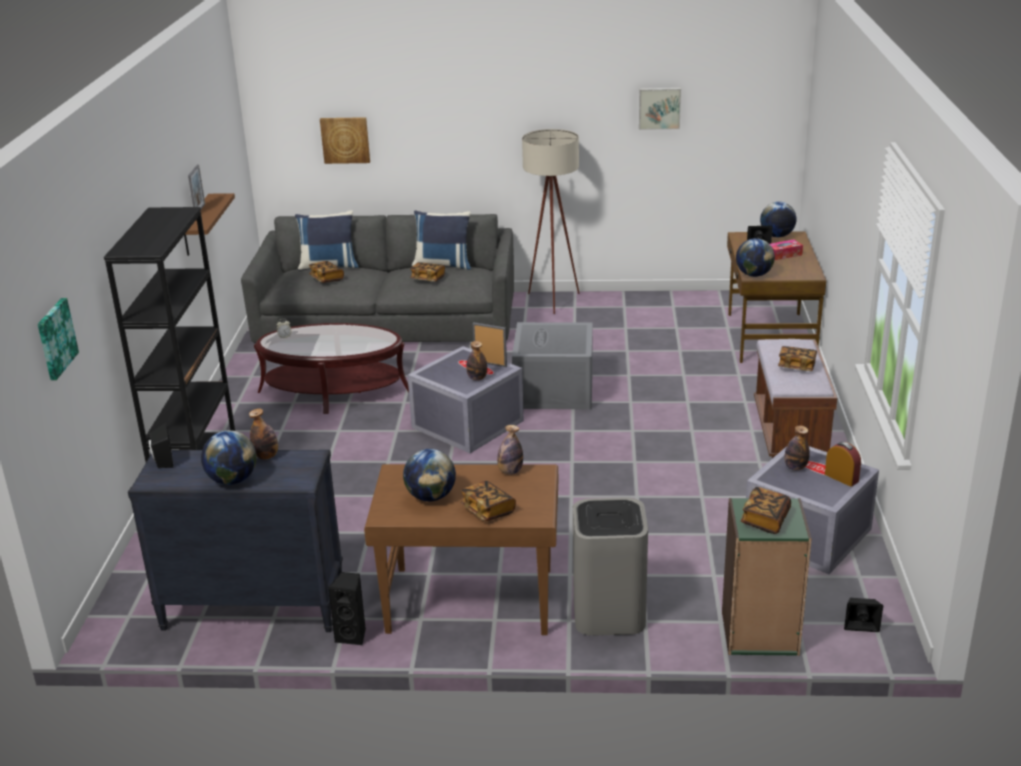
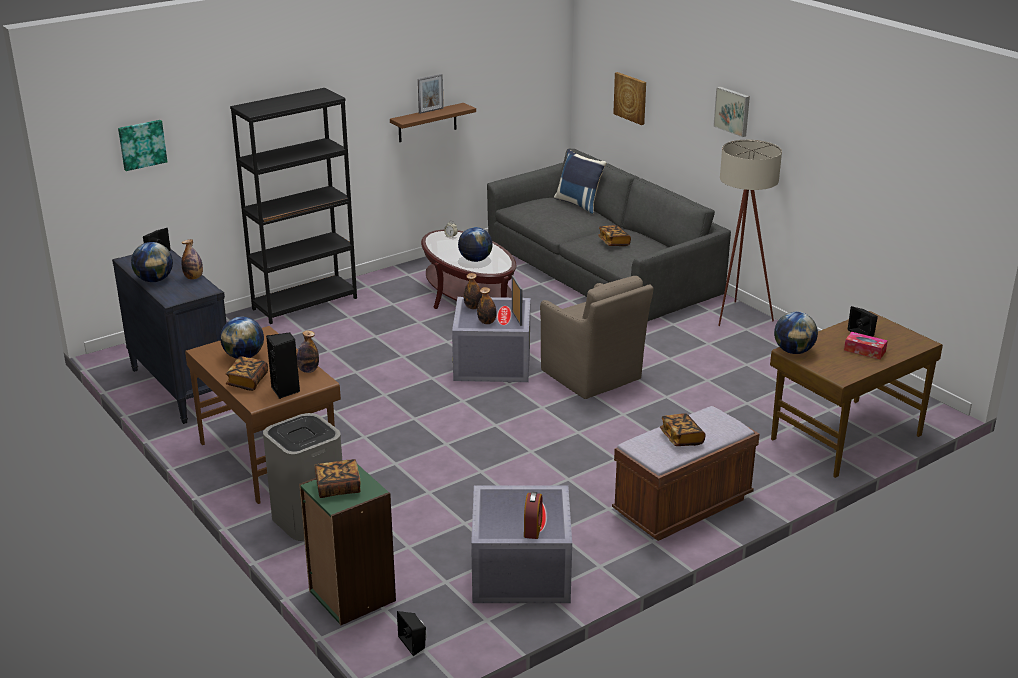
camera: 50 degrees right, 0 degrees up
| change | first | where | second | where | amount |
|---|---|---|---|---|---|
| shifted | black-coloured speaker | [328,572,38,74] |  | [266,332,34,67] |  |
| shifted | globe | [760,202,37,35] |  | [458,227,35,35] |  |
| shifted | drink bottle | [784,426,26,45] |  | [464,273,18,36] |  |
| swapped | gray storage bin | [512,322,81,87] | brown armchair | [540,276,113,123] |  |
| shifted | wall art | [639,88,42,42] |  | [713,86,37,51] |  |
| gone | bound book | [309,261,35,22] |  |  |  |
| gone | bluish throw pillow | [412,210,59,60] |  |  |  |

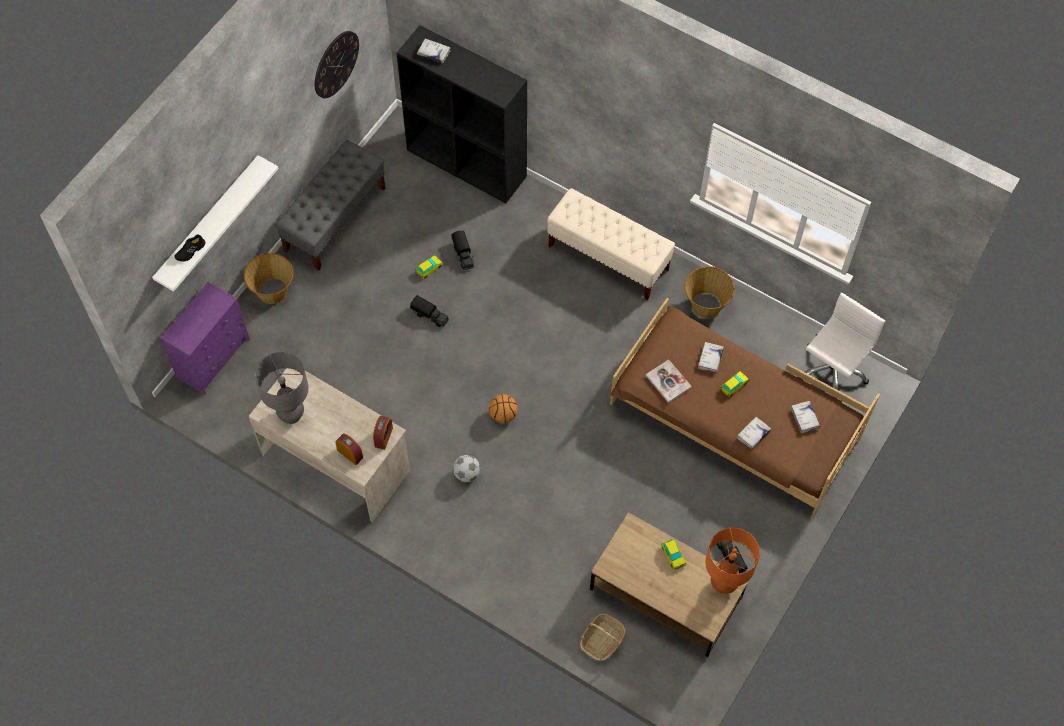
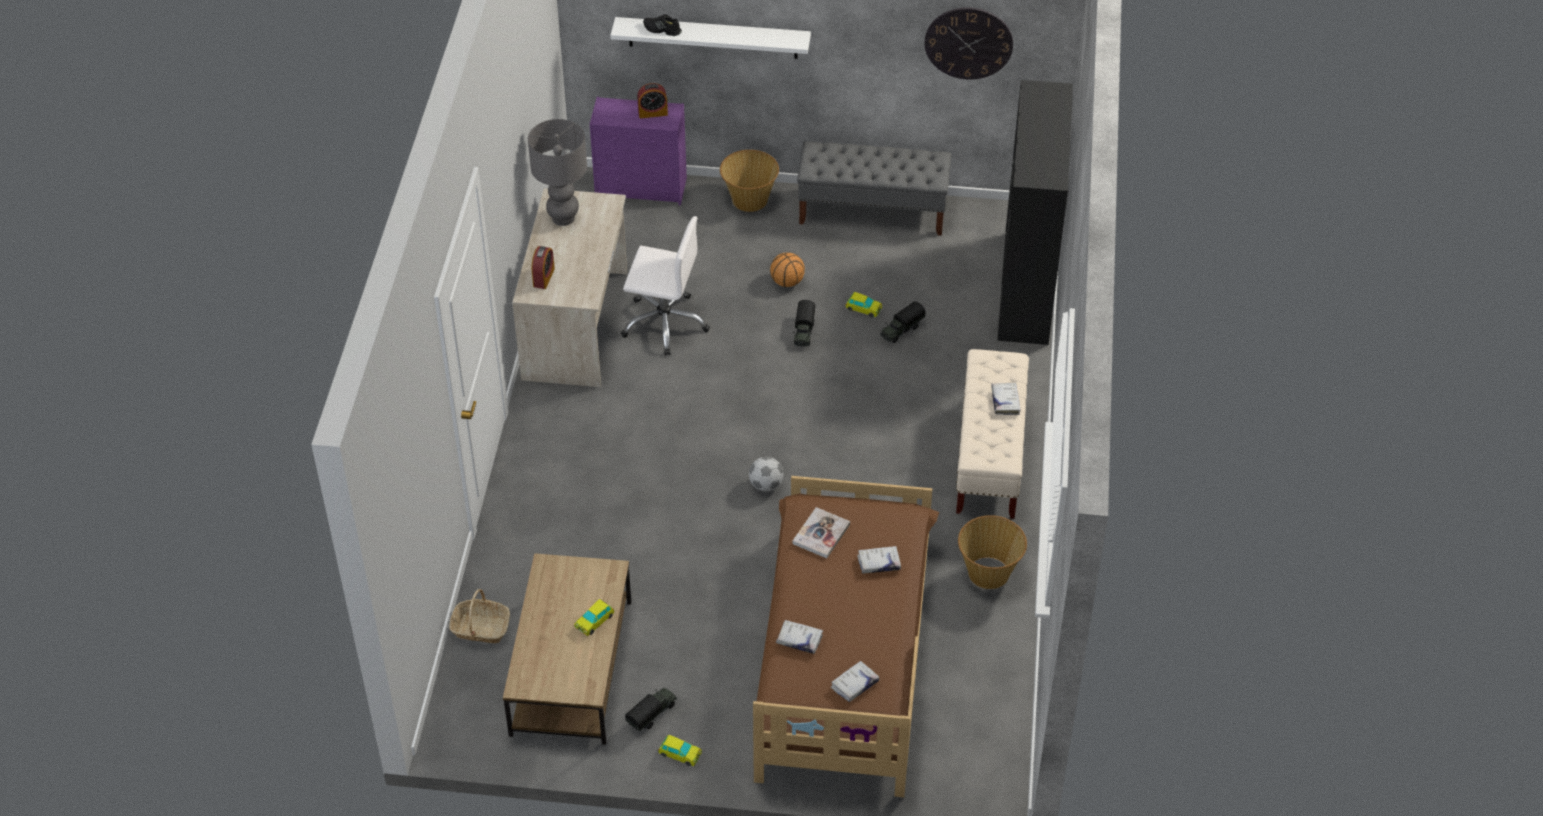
camera: 65 degrees right, 15 degrees down
| change | first | where | second | where | amount |
|---|---|---|---|---|---|
| shifted | white-coloured desk chair | [798,293,87,105] |  | [621,216,89,139] |  |
| shifted | table clock | [373,416,20,34] |  | [637,83,31,36] |  |
| shifted | toy car | [720,371,29,26] |  | [658,735,44,31] |  |
| shifted | football | [453,455,27,27] |  | [749,457,35,34] |  |
| shifted | ball for basketball | [489,394,29,29] |  | [770,252,35,35] |  |
| shifted | white-coloured bound book | [417,38,34,25] |  | [991,383,30,32] |  |
| gone | orange-coloured lamp for a table | [706,527,54,67] |  |  |  |

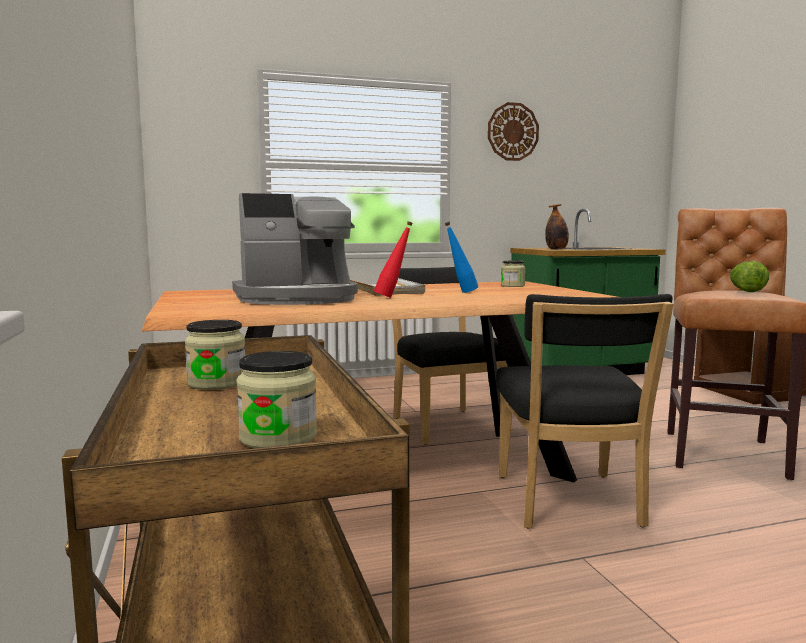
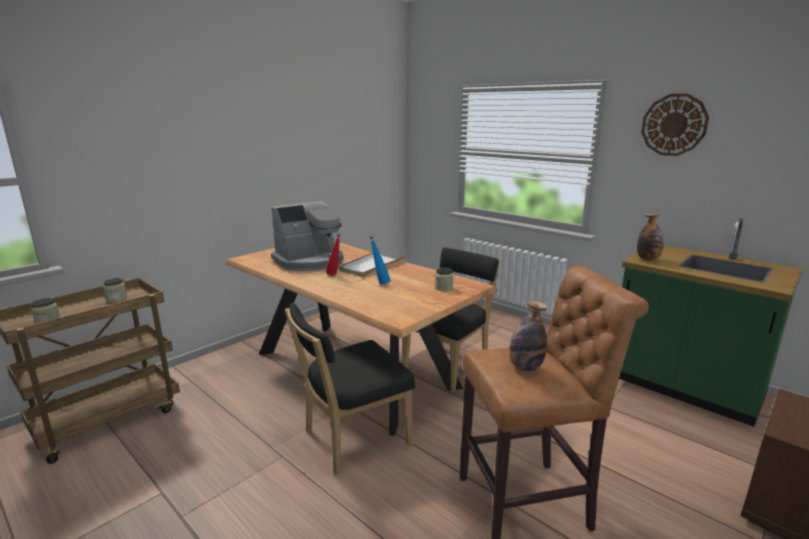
camera: 60 degrees right, 10 degrees up
| change | first | where | second | where | amount |
|---|---|---|---|---|---|
| rotated | coffee maker | [232,193,126,112] |  | [271,201,73,70] | 75 degrees counterclockwise |
| swapped | lettuce head | [730,261,39,31] | drink bottle | [509,301,38,70] |  |

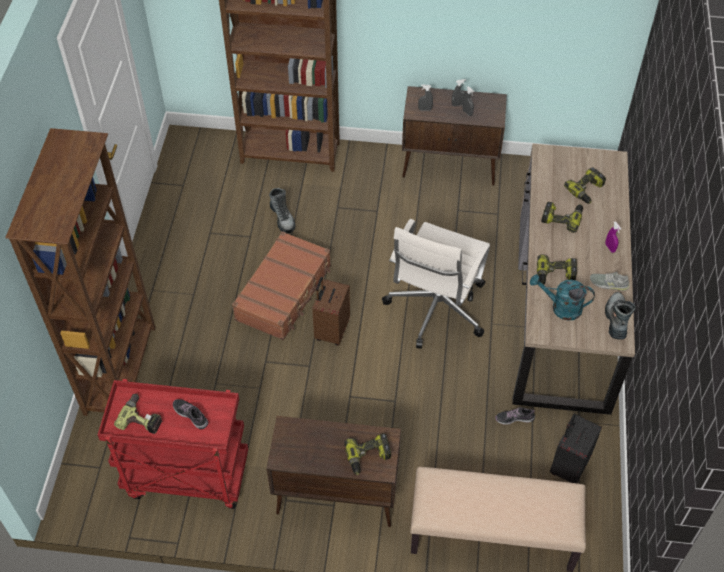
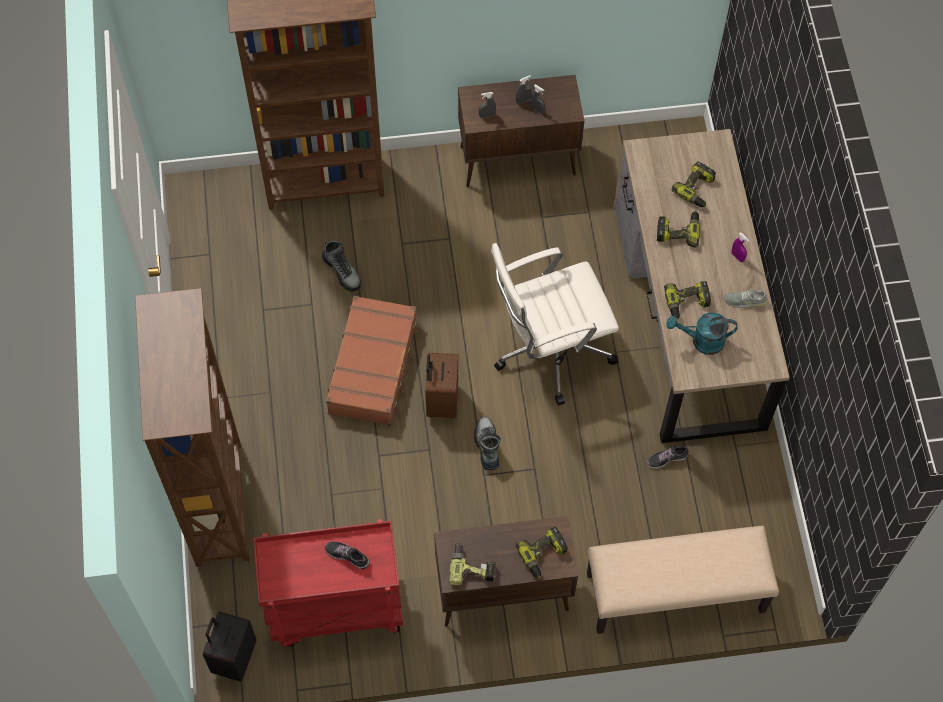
camera: 15 degrees left, 10 degrees up
| change | first | where | second | where | amount |
|---|---|---|---|---|---|
| shifted | black-coloured piece of luggage | [550,414,52,69] |  | [203,612,53,70] |  |
| shifted | drill | [114,394,48,40] |  | [449,543,48,42] |  |
| shifted | boot | [605,292,31,48] |  | [474,416,27,54] |  |
| rotated | white-coloured desk chair | [382,219,108,130] |  | [491,243,128,163] | 60 degrees clockwise |

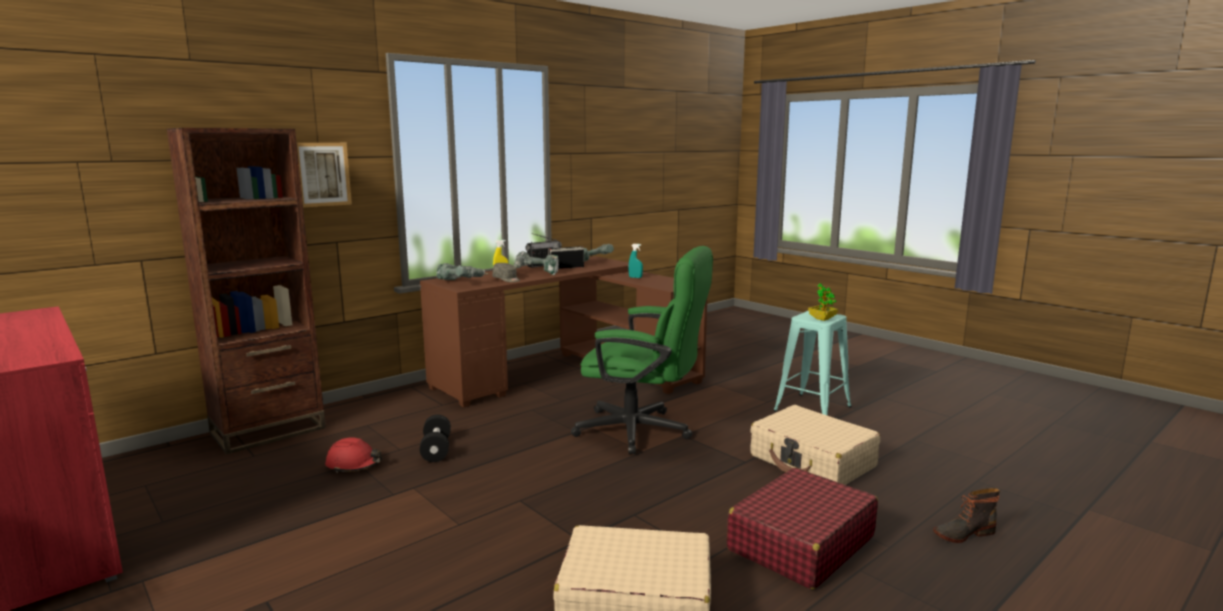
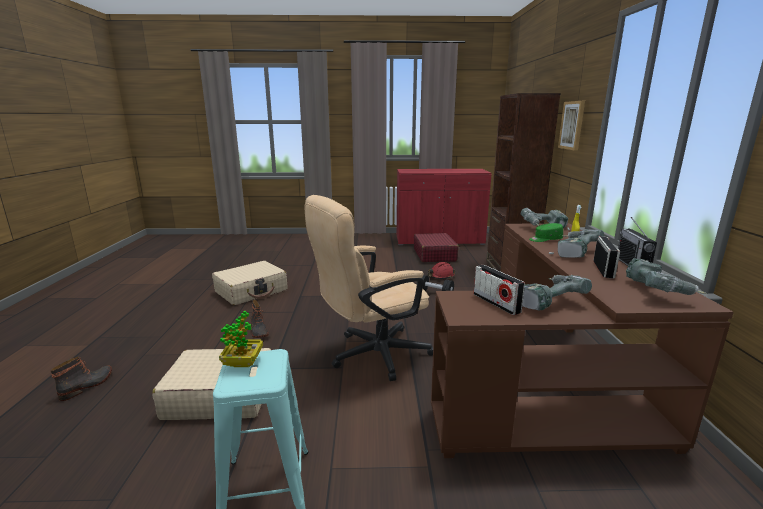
camera: 130 degrees right, 5 degrees up
| change | first | where | second | where | amount |
|---|---|---|---|---|---|
| new |  |  | boot | [250,300,19,38] |  |
| repainted | greenish desk chair | [571,246,142,208] | sand-coloured desk chair | [304,195,129,186] |  |
| shifted | red-coloured piece of luggage | [727,468,151,121] |  | [414,233,45,29] |  |
| new |  |  | radio | [474,265,51,50] |  |
| swapped | turquoise spray bottle | [628,244,15,34] | drill | [522,275,70,35] |  |
| repainted | gray peaked cap | [493,263,27,19] | greenish peaked cap | [529,223,34,19] |  |

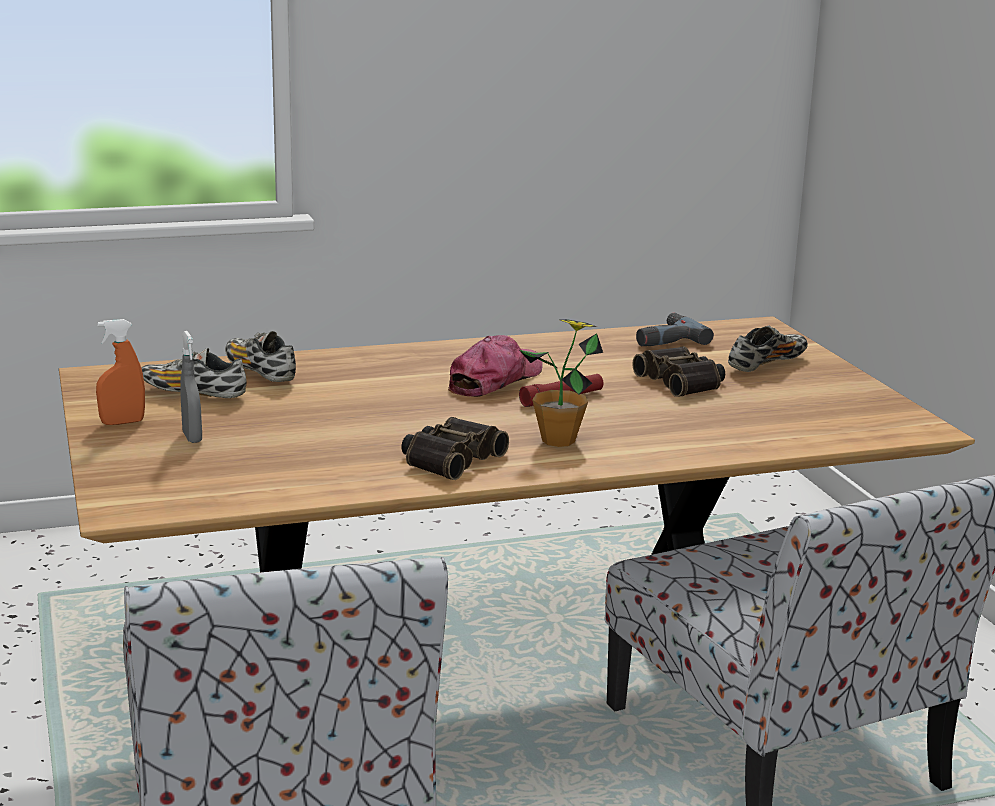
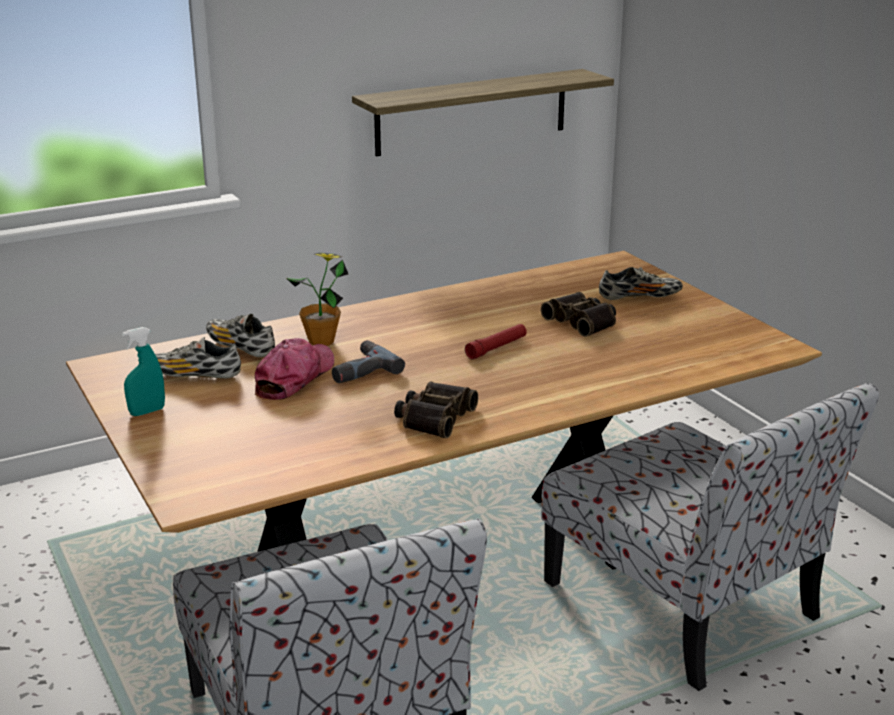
camera: 10 degrees left, 5 degrees up
| change | first | where | second | where | amount |
|---|---|---|---|---|---|
| repainted | orange-coloured spray bottle | [96,319,49,106] | turquoise spray bottle | [122,327,43,89] |  |
| shifted | peaked cap | [448,335,95,62] |  | [255,338,79,62] |  |
| shifted | plant in a pot | [519,319,84,128] |  | [286,253,62,93] |  |
| shifted | drill | [636,313,78,33] |  | [332,340,73,43] |  |
| new |  |  | wall shelf | [352,69,262,88] |  |
| rotated | shoe | [728,325,80,47] |  | [599,267,84,33] | 45 degrees clockwise |
| gone | gray spray bottle | [180,331,22,112] |  |  |  |

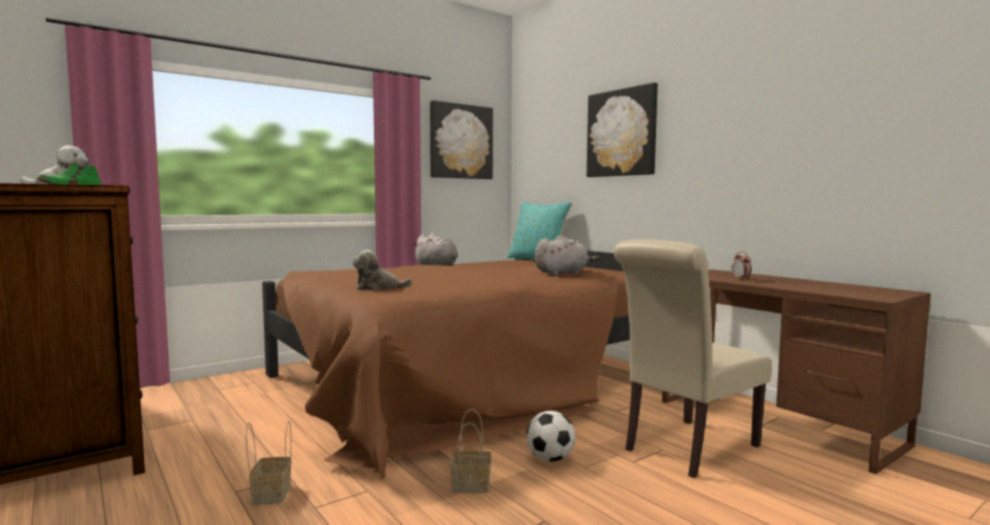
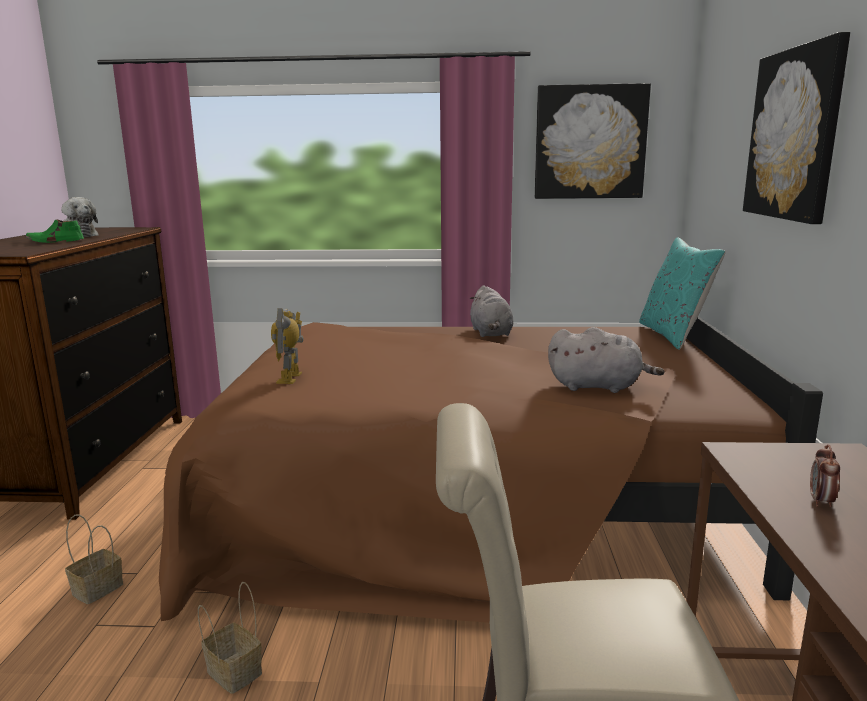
camera: 40 degrees right, 10 degrees up
| change | first | where | second | where | amount |
|---|---|---|---|---|---|
| swapped | soft toy | [353,250,59,40] | robot figure | [271,308,33,76] |  |
| gone | football | [526,411,49,51] |  |  |  |

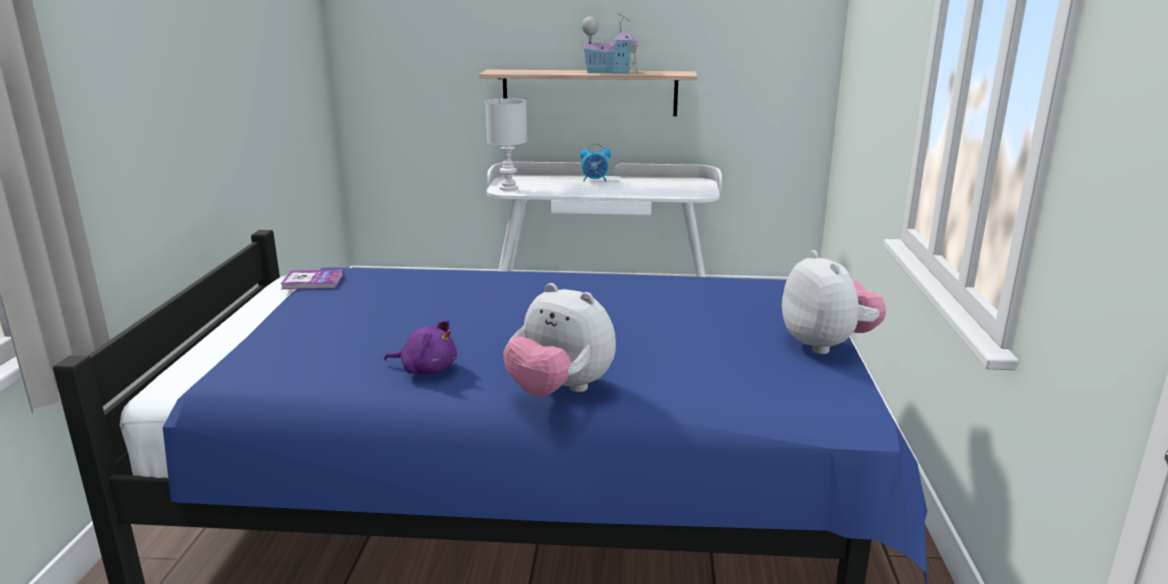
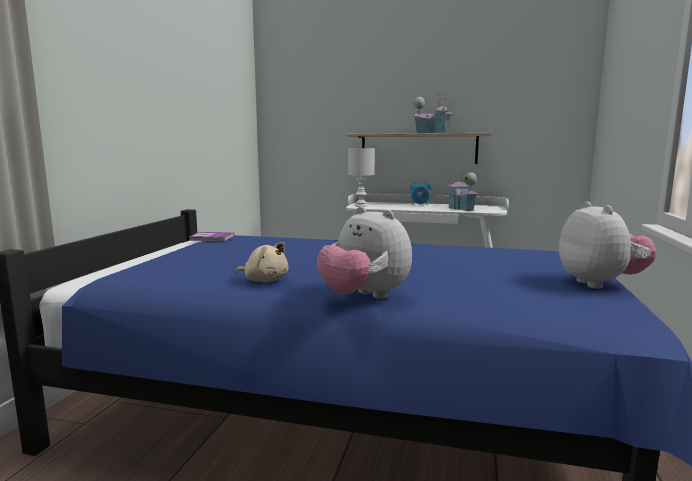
camera: 10 degrees right, 10 degrees down
| change | first | where | second | where | amount |
|---|---|---|---|---|---|
| repainted | purplish soft toy | [384,320,73,54] | sand-coloured soft toy | [235,242,53,40] |  |
| new |  |  | toy house | [448,169,30,42] |  |

